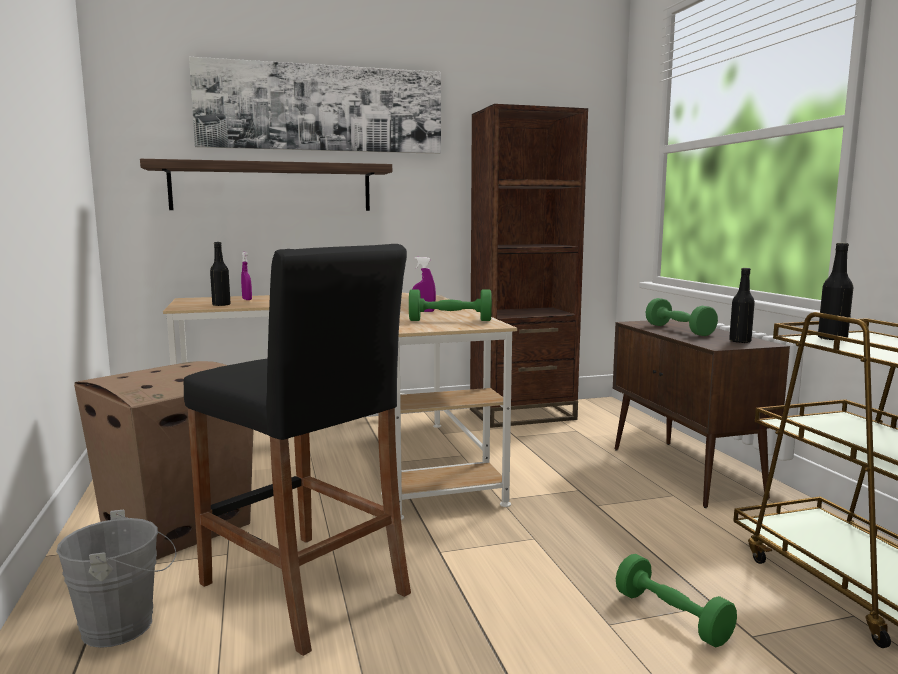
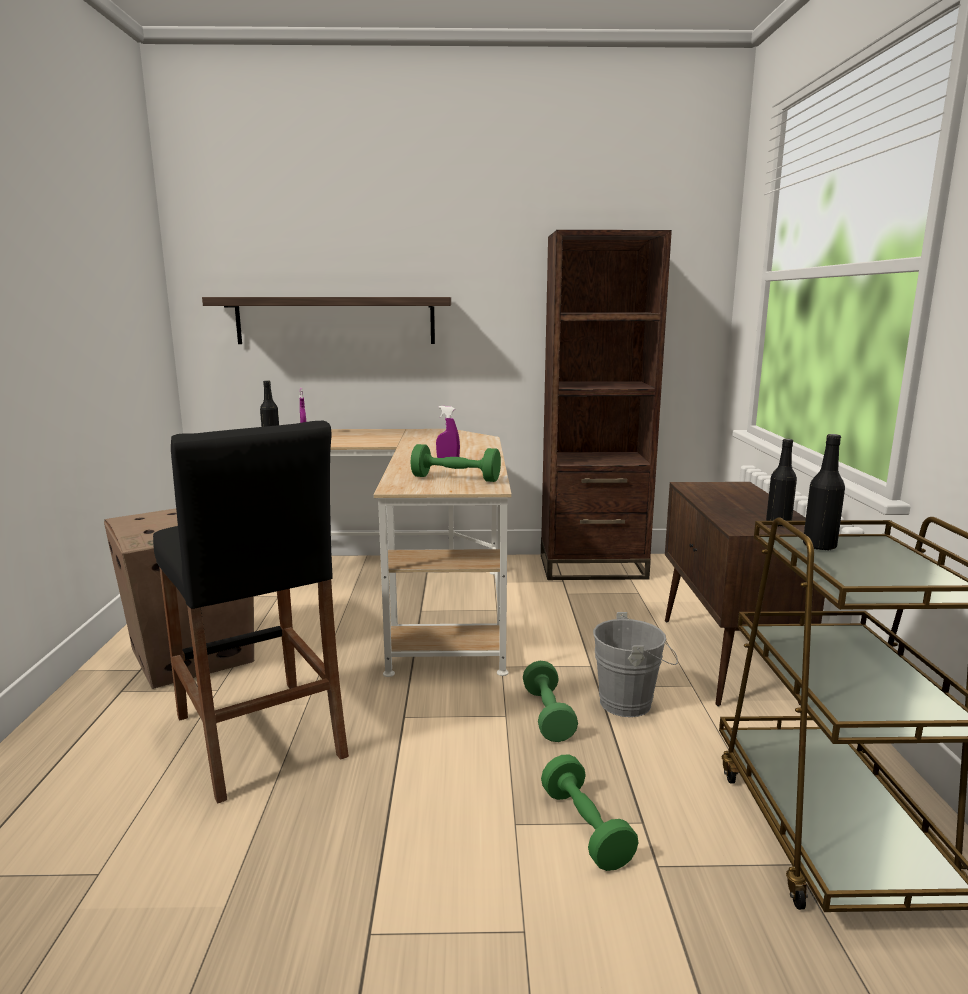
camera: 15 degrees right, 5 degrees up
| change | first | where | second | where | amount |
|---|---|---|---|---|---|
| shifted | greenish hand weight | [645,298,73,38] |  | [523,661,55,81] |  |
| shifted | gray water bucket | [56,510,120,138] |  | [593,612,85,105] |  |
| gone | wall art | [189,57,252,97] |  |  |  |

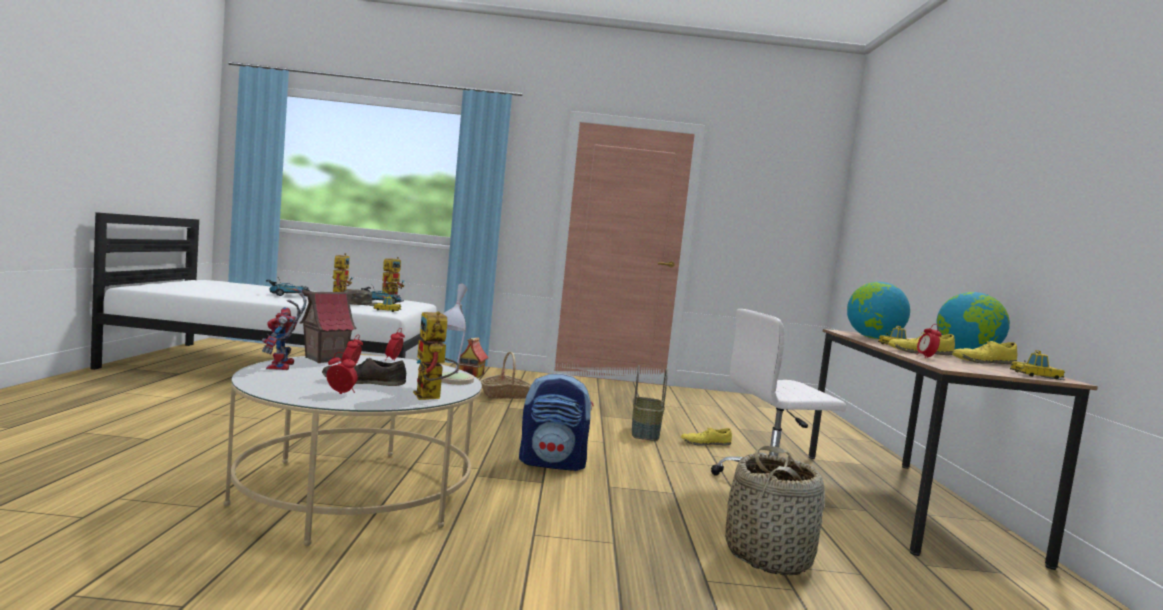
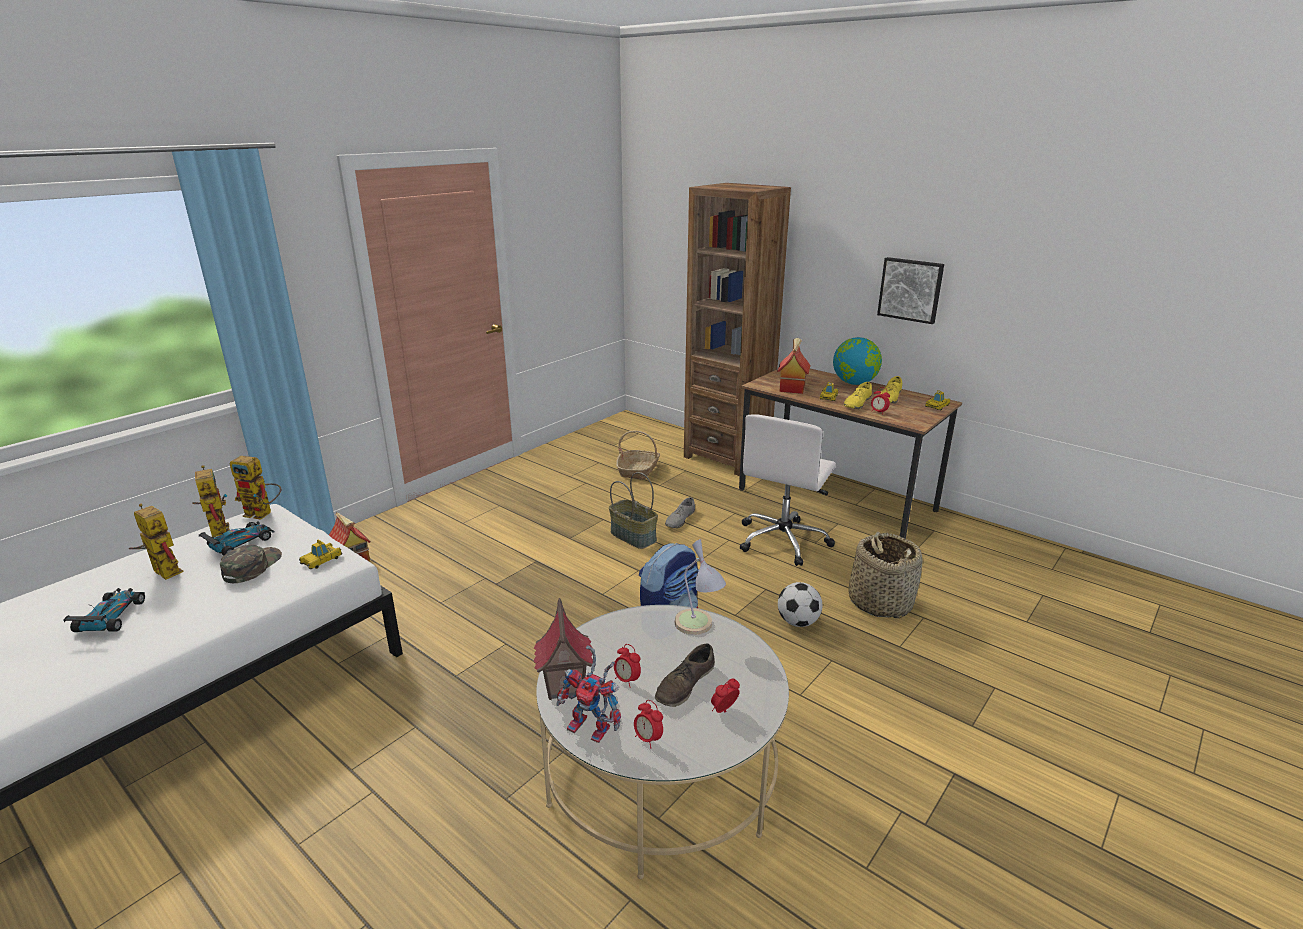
camera: 50 degrees left, 20 degrees up
| change | first | where | second | where | amount |
|---|---|---|---|---|---|
| shifted | robot figure | [413,311,46,89] |  | [230,456,51,63] |  |
| shifted | storage basket | [480,352,51,47] |  | [616,431,44,49] |  |
| shifted | table clock | [385,328,20,33] |  | [634,700,29,49] |  |
| repainted | yellow-coloured shoe | [681,427,51,19] | gray shoe | [665,497,30,31] |  |
| new |  |  | brown bookshelf | [684,183,107,293] |  |
| swapped | globe | [847,282,63,57] | toy house | [777,338,34,56] |  |
| new |  |  | football | [778,582,44,45] |  |
| new |  |  | wall art | [877,257,67,67] |  |

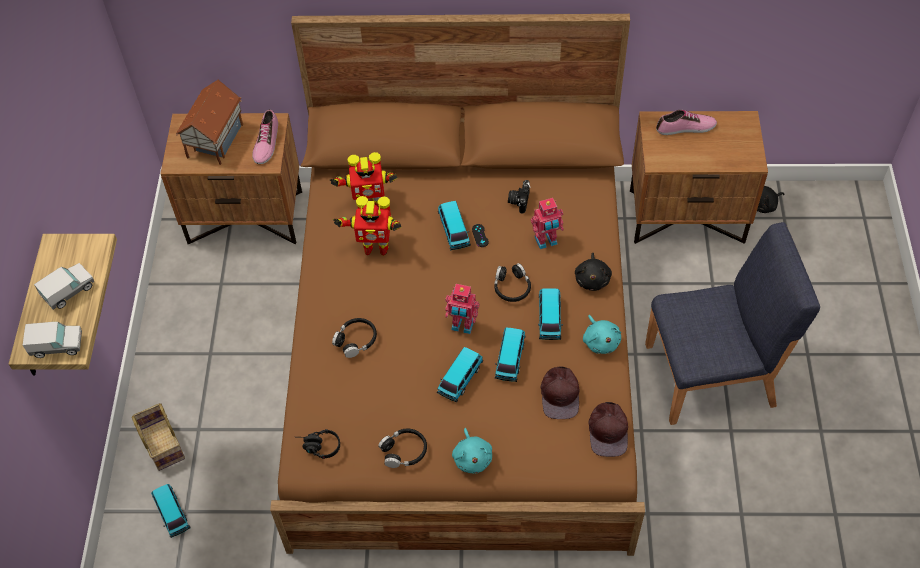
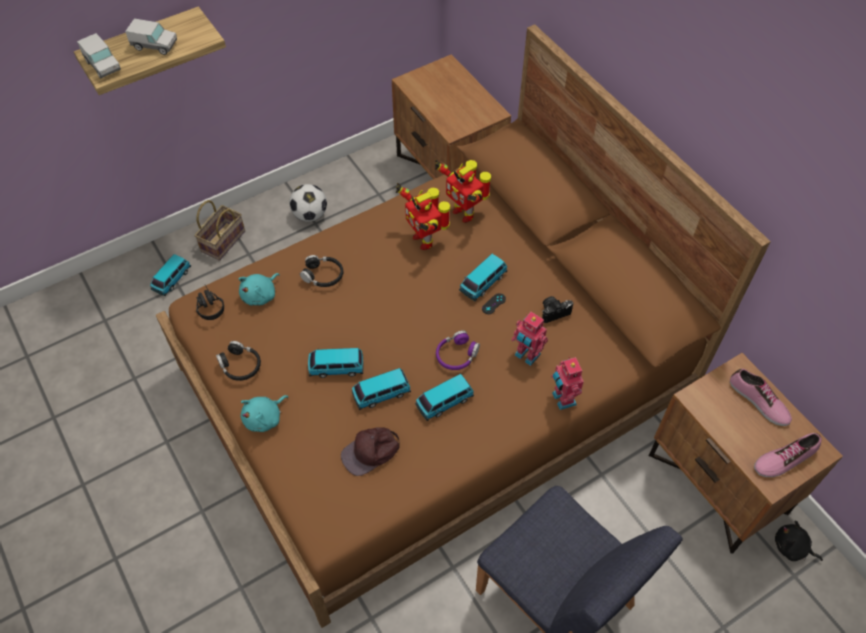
camera: 55 degrees right, 0 degrees up
| change | first | where | second | where | amount |
|---|---|---|---|---|---|
| shifted | turquoise soft toy | [583,315,38,39] |  | [238,273,42,33] |  |
| new |  |  | football | [289,184,38,38] |  |
| repainted | black-coloured pair of headphones | [494,263,37,39] | purplish pair of headphones | [436,330,44,40] |  |
| shifted | robot figure | [445,284,34,50] |  | [551,357,33,53] |  |
| shifted | shoe | [252,110,26,54] |  | [754,433,68,44] |  |
| gone | toy house | [176,80,67,85] |  |  |  |
| gone | black-coloured soft toy | [575,253,37,38] |  |  |  |
| gone | brown peaked cap | [588,402,40,55] |  |  |  |

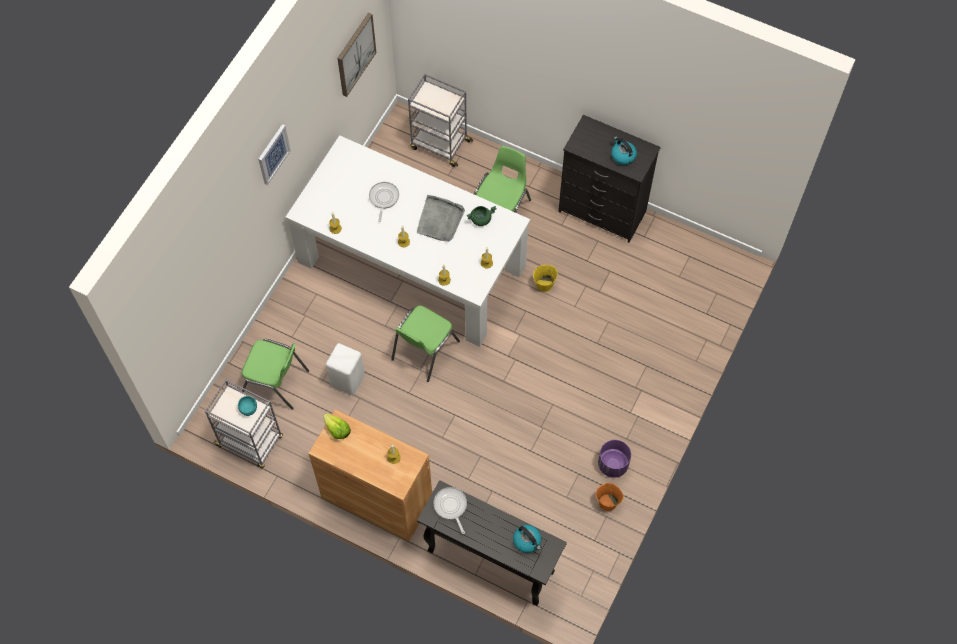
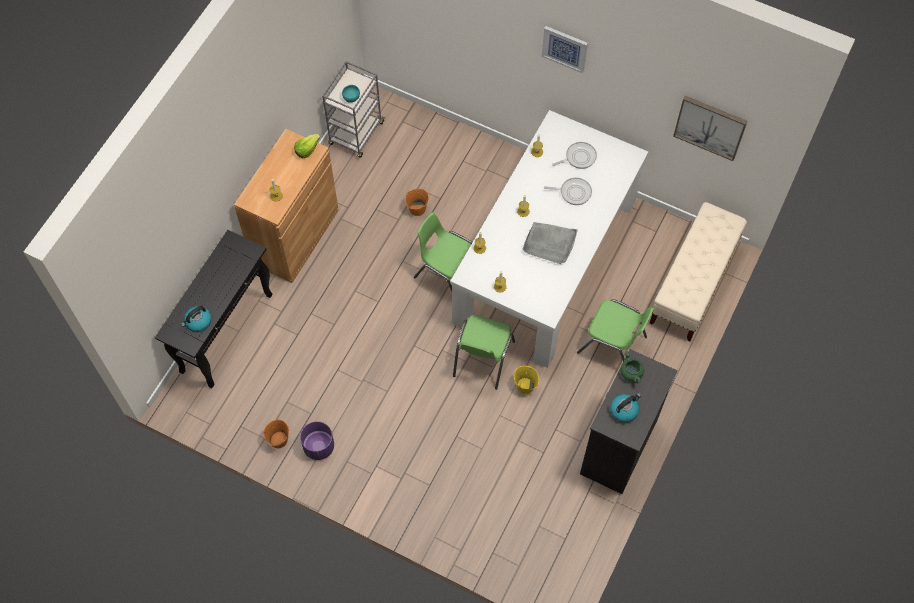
camera: 90 degrees right, 0 degrees up
| change | first | where | second | where | amount |
|---|---|---|---|---|---|
| swapped | white-coloured stool seat | [326,343,39,52] | orange-coloured water bucket | [405,189,24,27] |  |
| shifted | greenish chair | [242,339,67,71] |  | [453,315,62,75] |  |
| shifted | frying pan | [433,487,34,47] |  | [552,142,45,27] |  |
| shifted | greenish cooking pot | [467,206,30,20] |  | [620,351,24,32] |  |
| swapped | gray cart | [408,74,65,93] | sand-coloured bench | [650,202,97,139] |  |

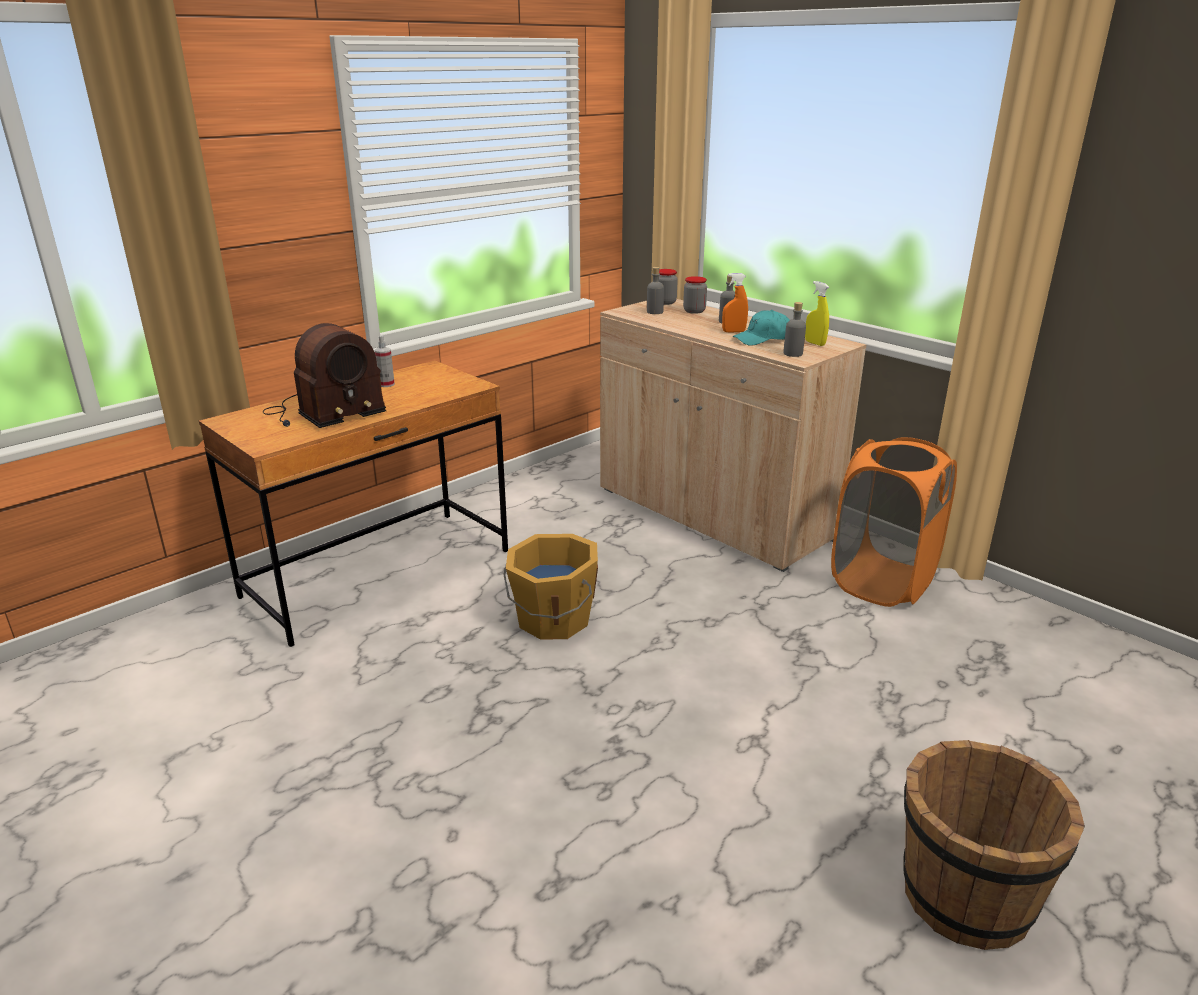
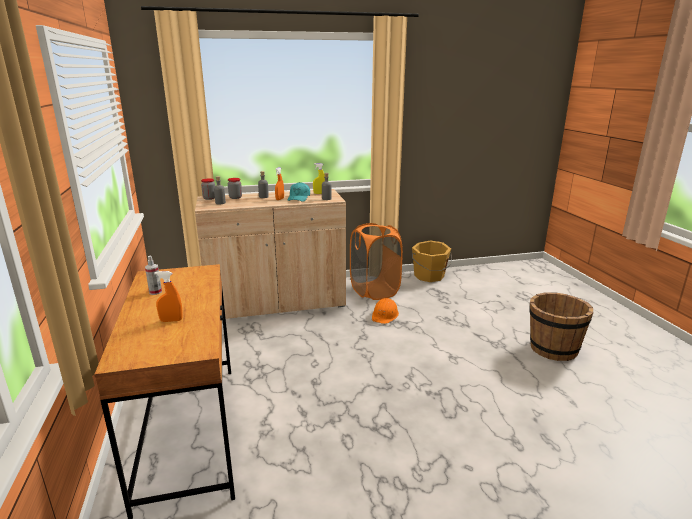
camera: 60 degrees left, 5 degrees down
| change | first | where | second | where | amount |
|---|---|---|---|---|---|
| swapped | radio | [263,323,123,105] | orange-coloured spray bottle | [154,271,29,51] |  |
| new |  |  | orange-coloured hard hat | [372,298,27,26] |  |
| shifted | orange-coloured water bucket | [504,534,94,106] |  | [412,240,40,42] |  |

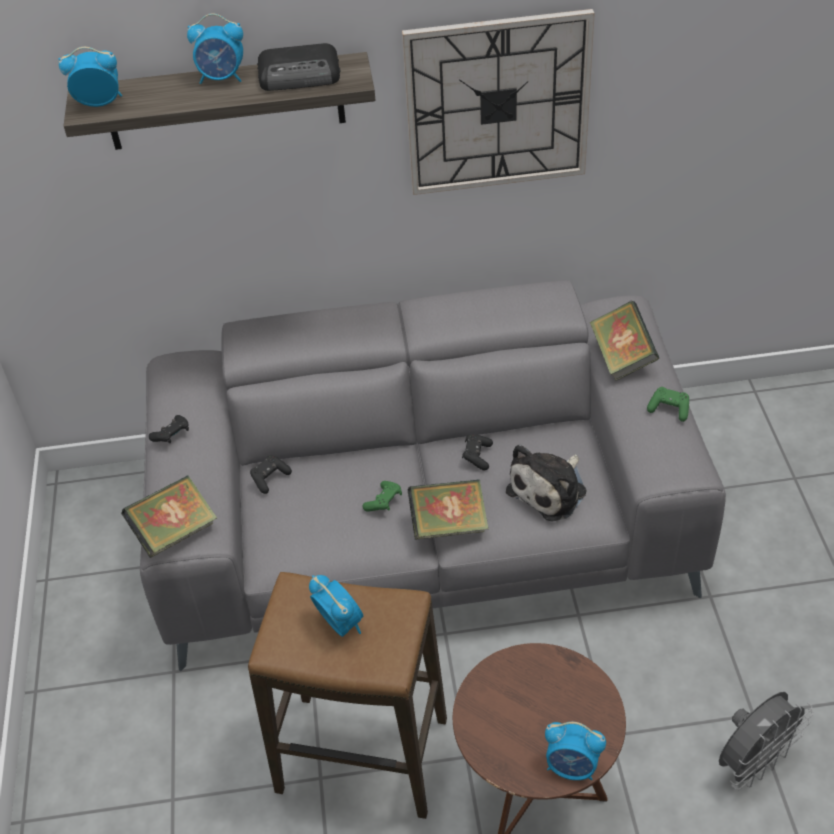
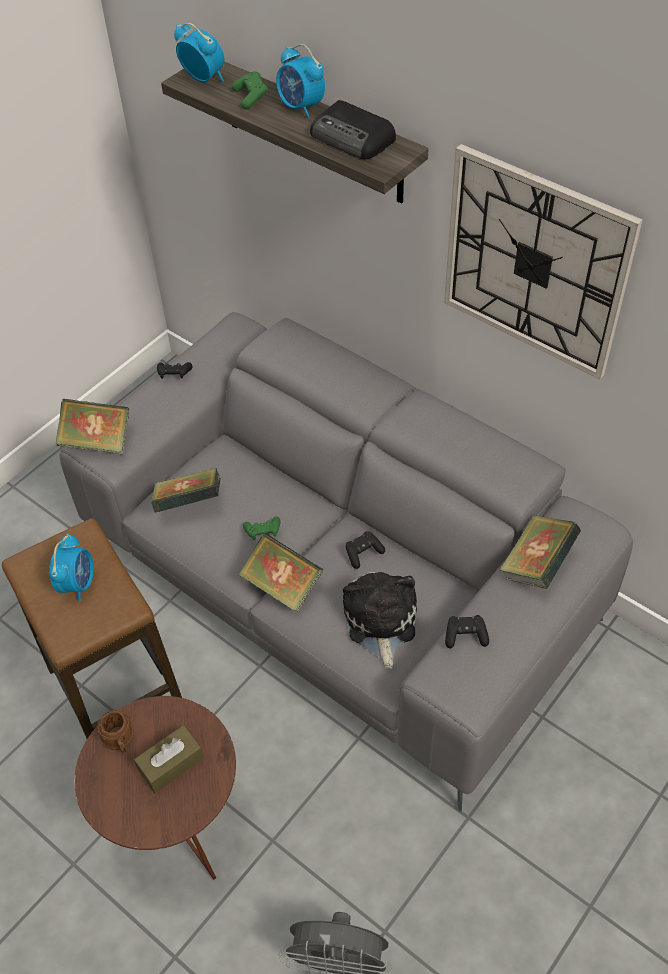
camera: 45 degrees right, 5 degrees up
| change | first | where | second | where | amount |
|---|---|---|---|---|---|
| new |  |  | brown tea mug | [97,710,37,43] |  |
| new |  |  | brown tissue box | [134,725,70,68] |  |
| new |  |  | bound book | [151,468,69,45] |  |
| shifted | greenish game controller | [647,387,42,35] |  | [232,71,37,38] |  |
| rotated | soft toy | [506,444,80,78] |  | [343,572,74,97] | 90 degrees clockwise |
| shifted | black-coloured game controller | [250,455,42,39] |  | [445,615,44,33] |  |
| gone | table clock | [545,722,61,58] |  |  |  |

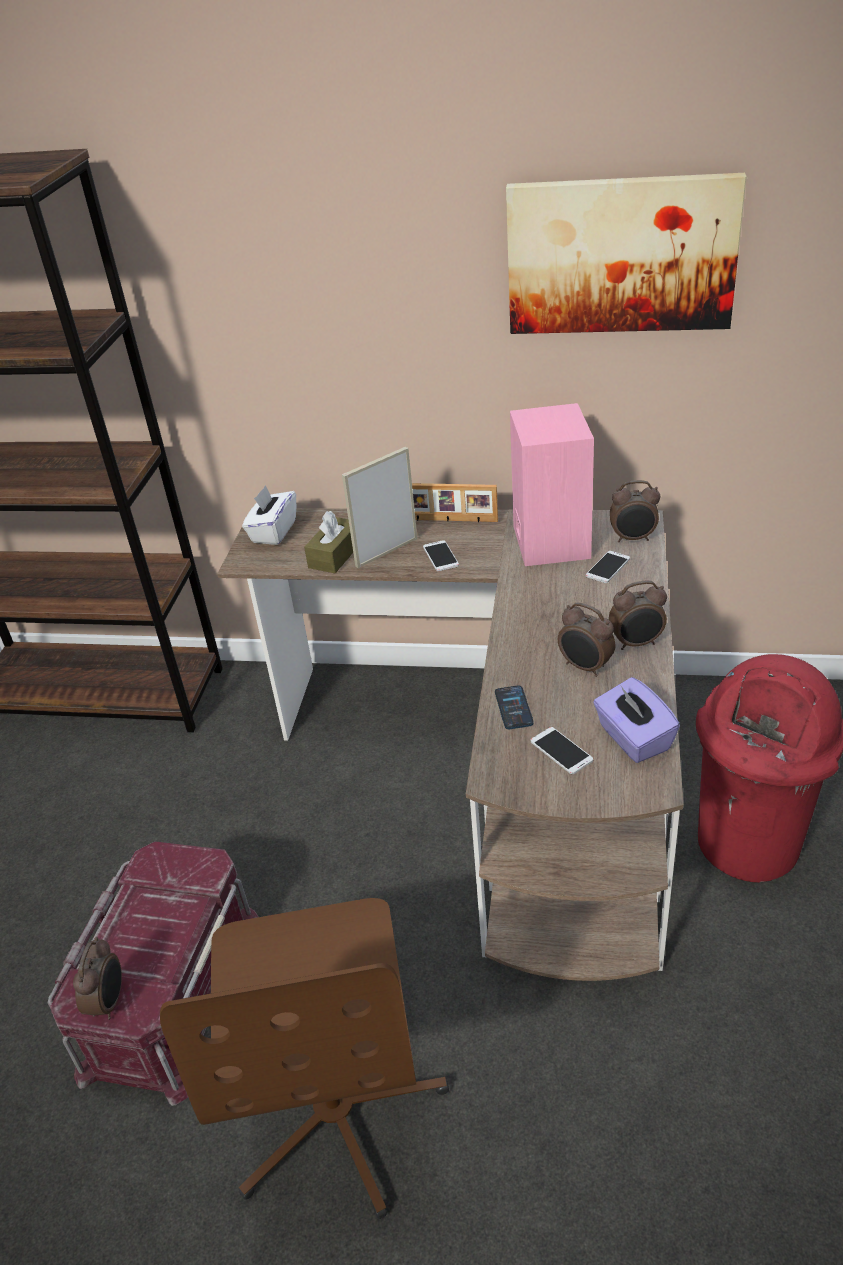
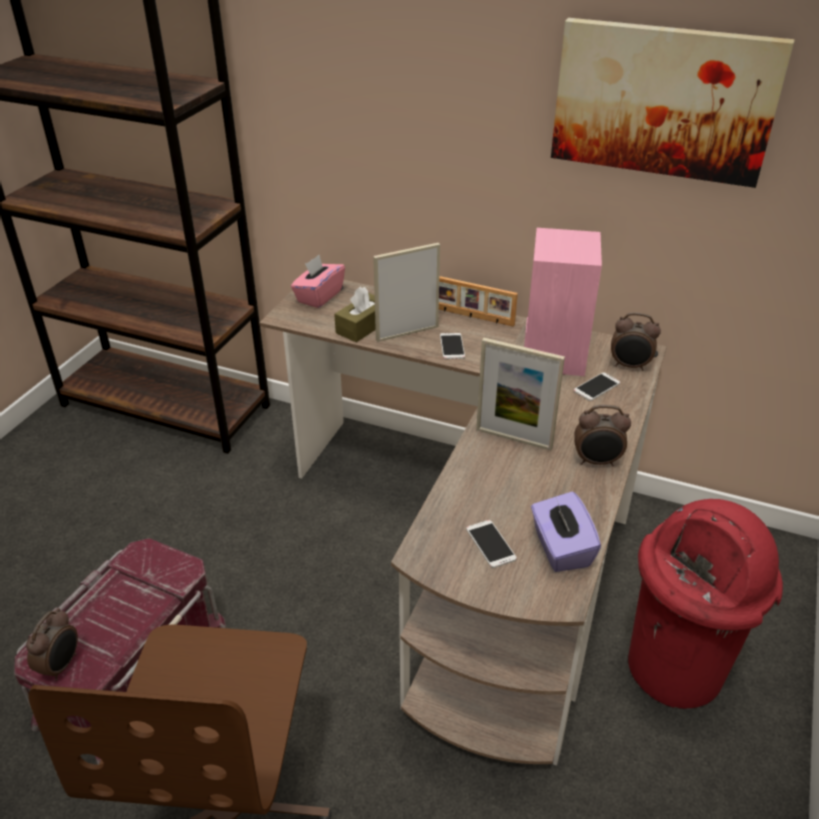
camera: 10 degrees right, 0 degrees up
| change | first | where | second | where | amount |
|---|---|---|---|---|---|
| repainted | white-coloured tissue box | [242,485,54,60] | pinkish tissue box | [291,255,54,53] |  |
| new |  |  | picture frame | [476,338,89,112] |  |
| gone | phone | [495,685,39,44] |  |  |  |
| gone | table clock | [558,602,57,75] |  |  |  |

